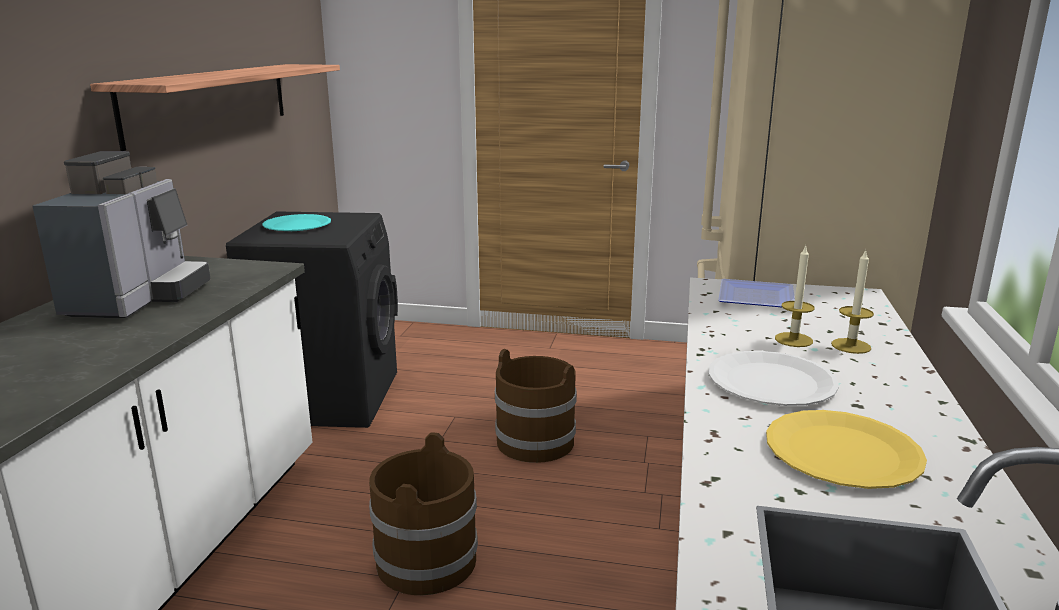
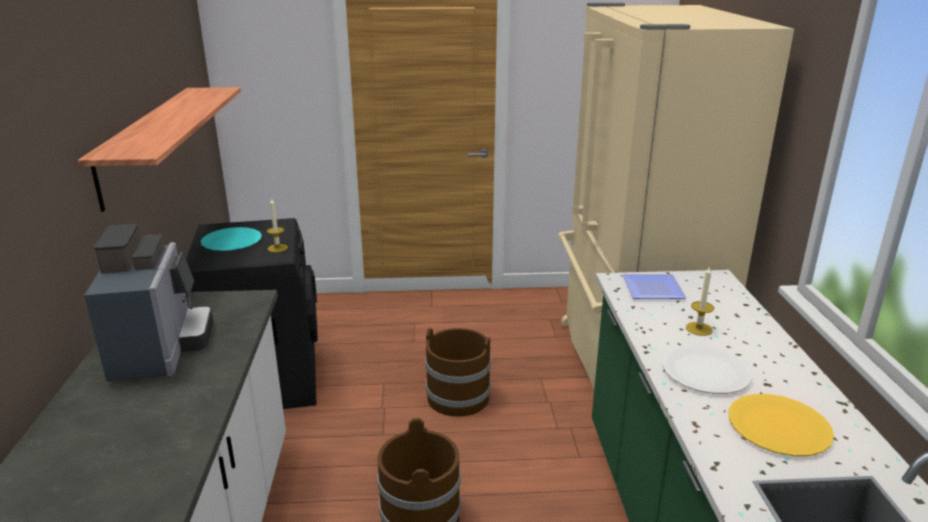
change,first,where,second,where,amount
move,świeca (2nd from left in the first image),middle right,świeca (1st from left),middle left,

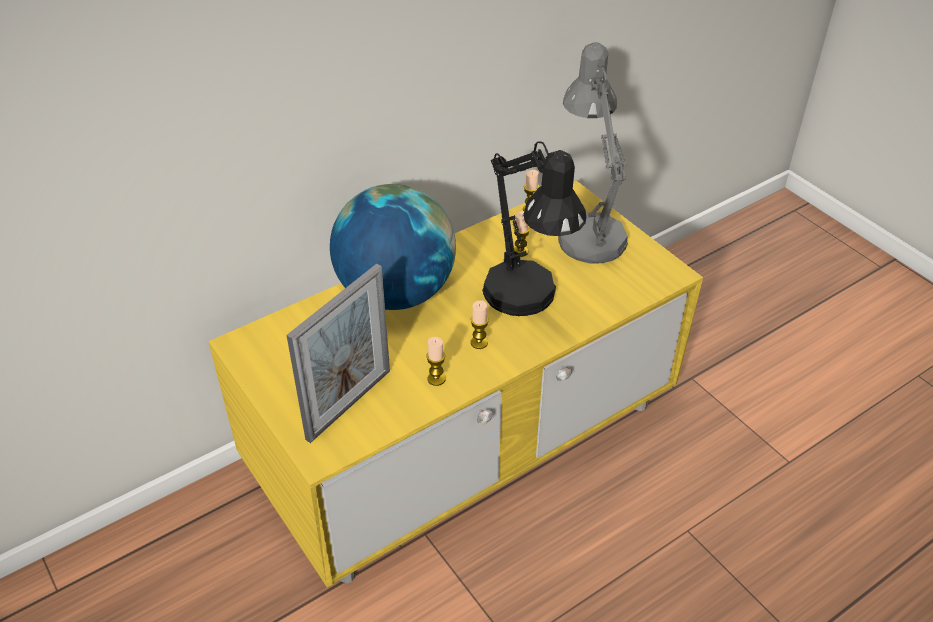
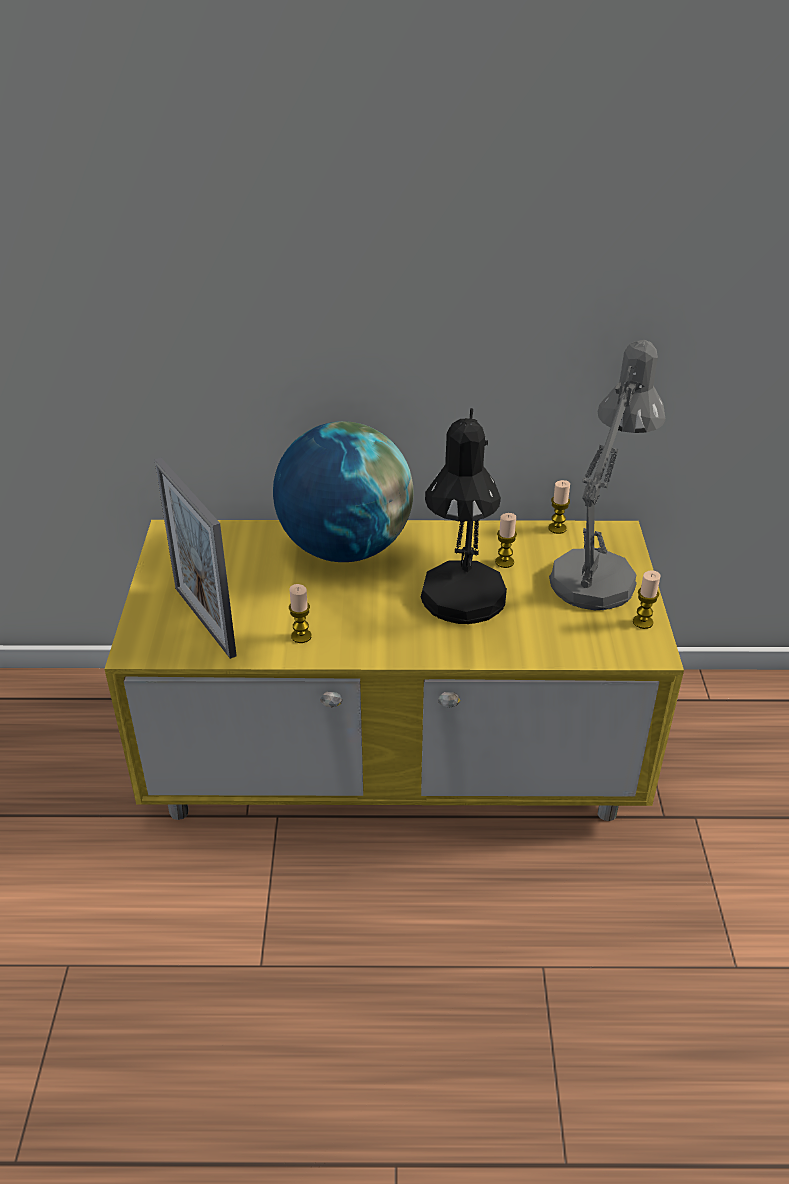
change,first,where,second,where,amount
move,świeca (2nd from left in the first image),centre,świeca (4th from left),middle right,
rotate,ramka na zdjęcie,centre,,middle left,75 degrees clockwise

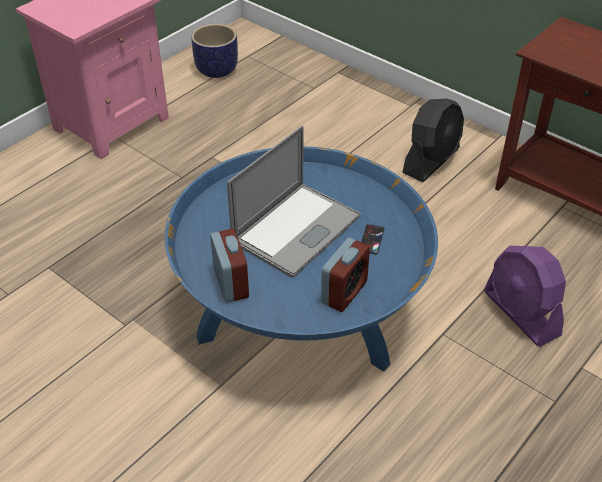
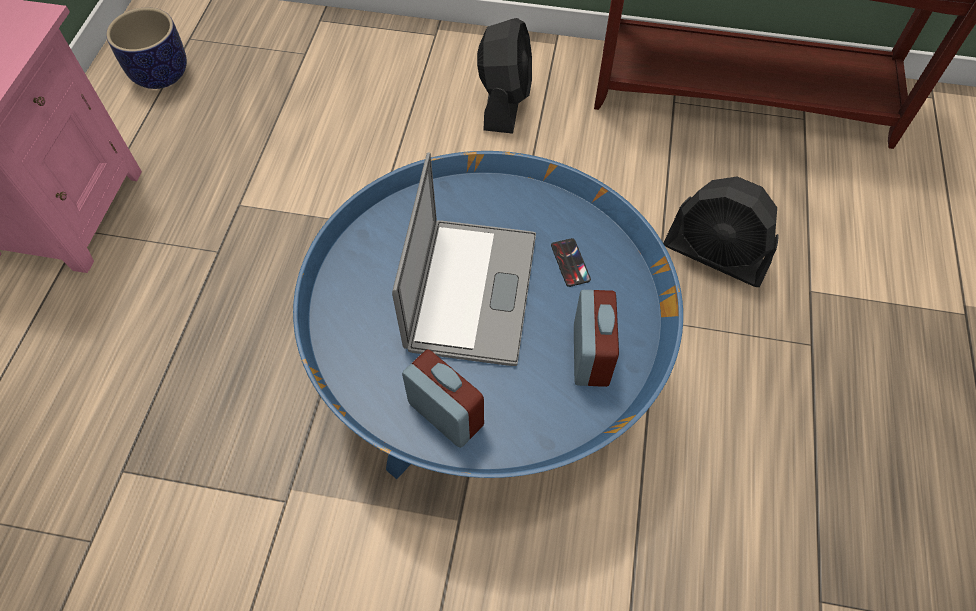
change,first,where,second,where,amount
recolor,wentylator/fioletowy,middle right,wentylator/czarny (2nd from left),middle right,

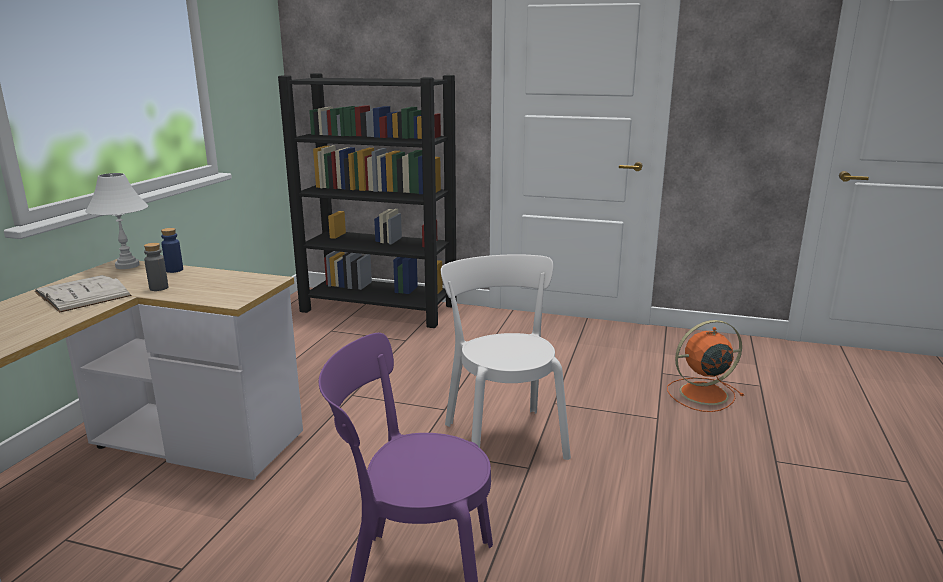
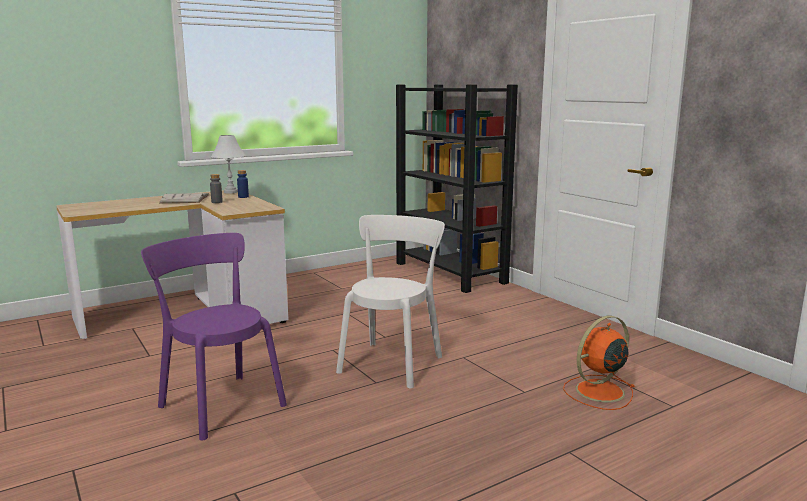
change,first,where,second,where,amount
rotate,wentylator/pomarańczowy,middle right,,bottom right,60 degrees counterclockwise

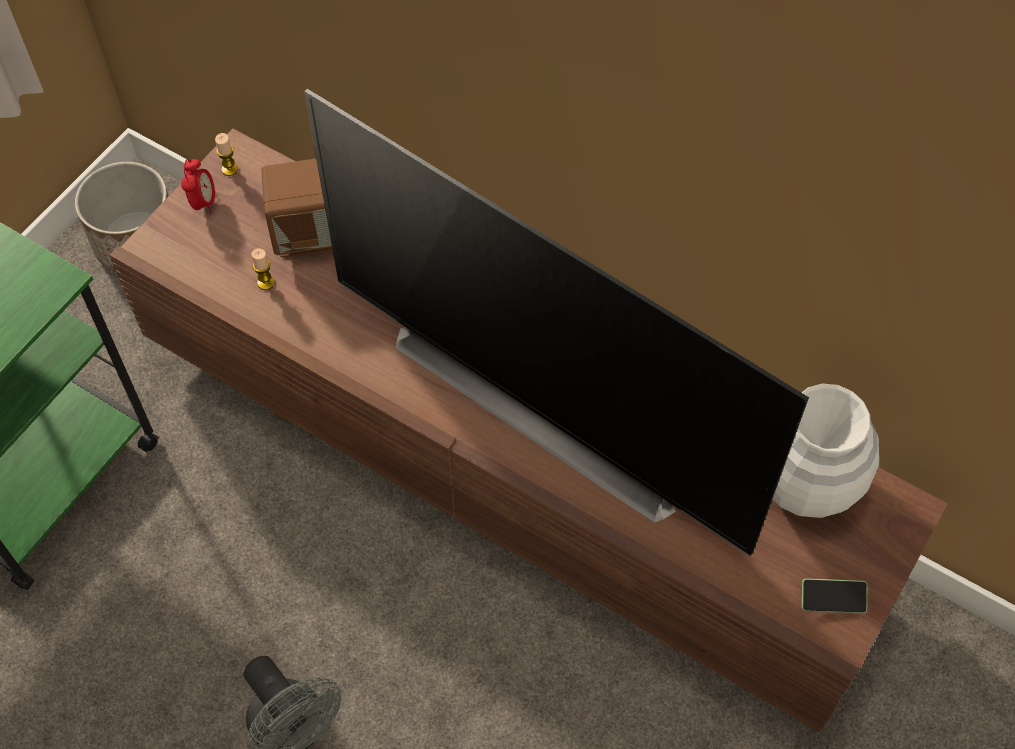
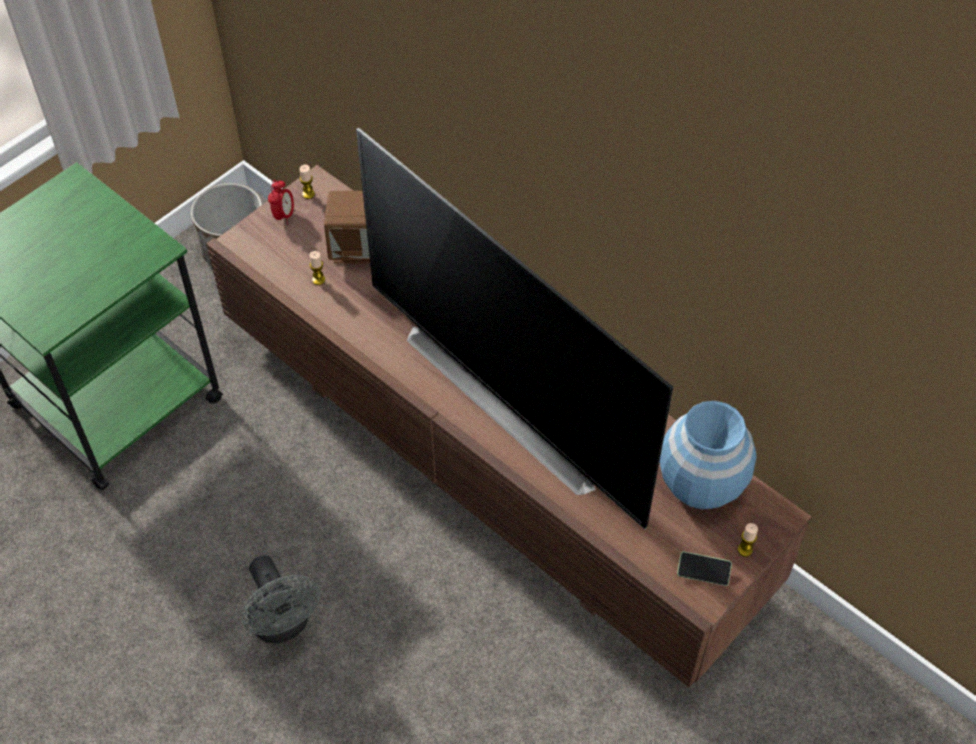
change,first,where,second,where,amount
insert,,,świeca (3rd from left),bottom right,
recolor,wazon/biały,middle right,wazon/niebieski,middle right,

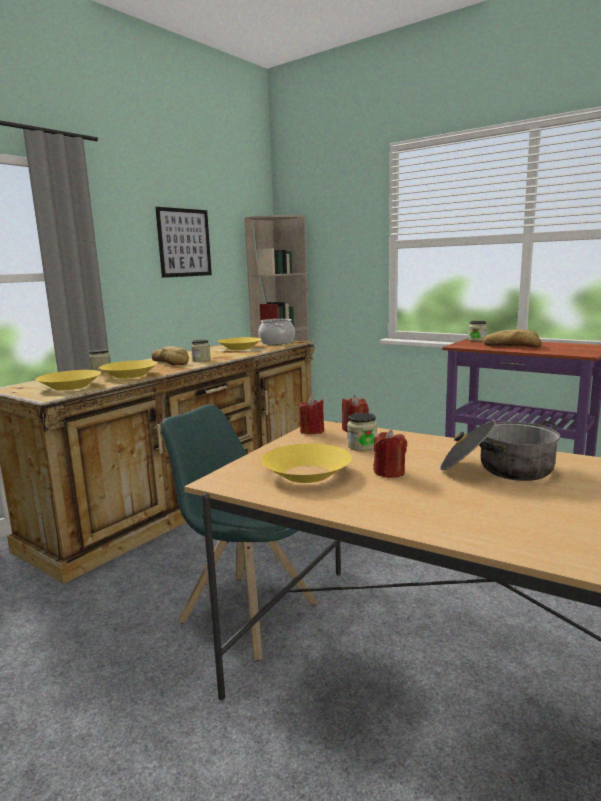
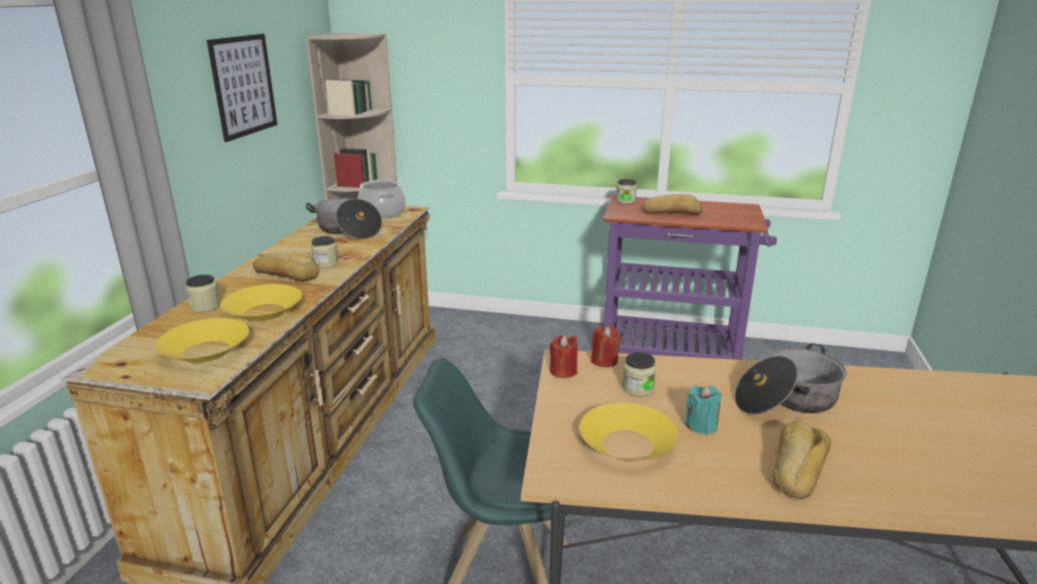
change,first,where,second,where,amount
insert,,,chleb (3rd from left),bottom right,
replace,miska/żółty (3rd from left),centre,garnek (1st from left),middle left,
recolor,świeca/czerwony (3rd from left),centre,świeca/turkusowy,bottom right,

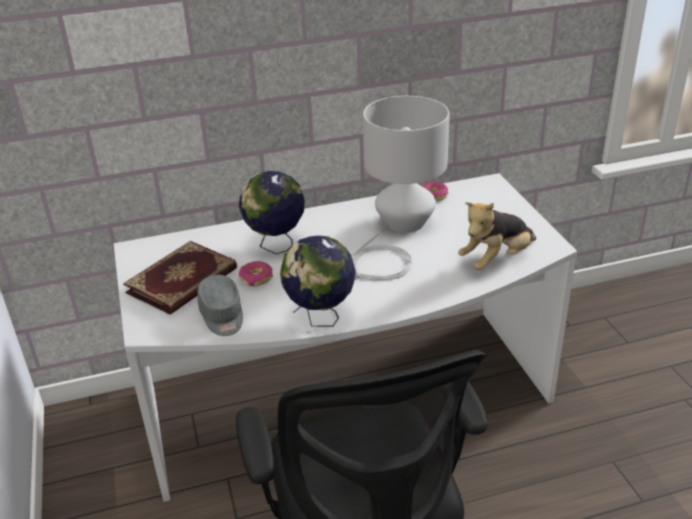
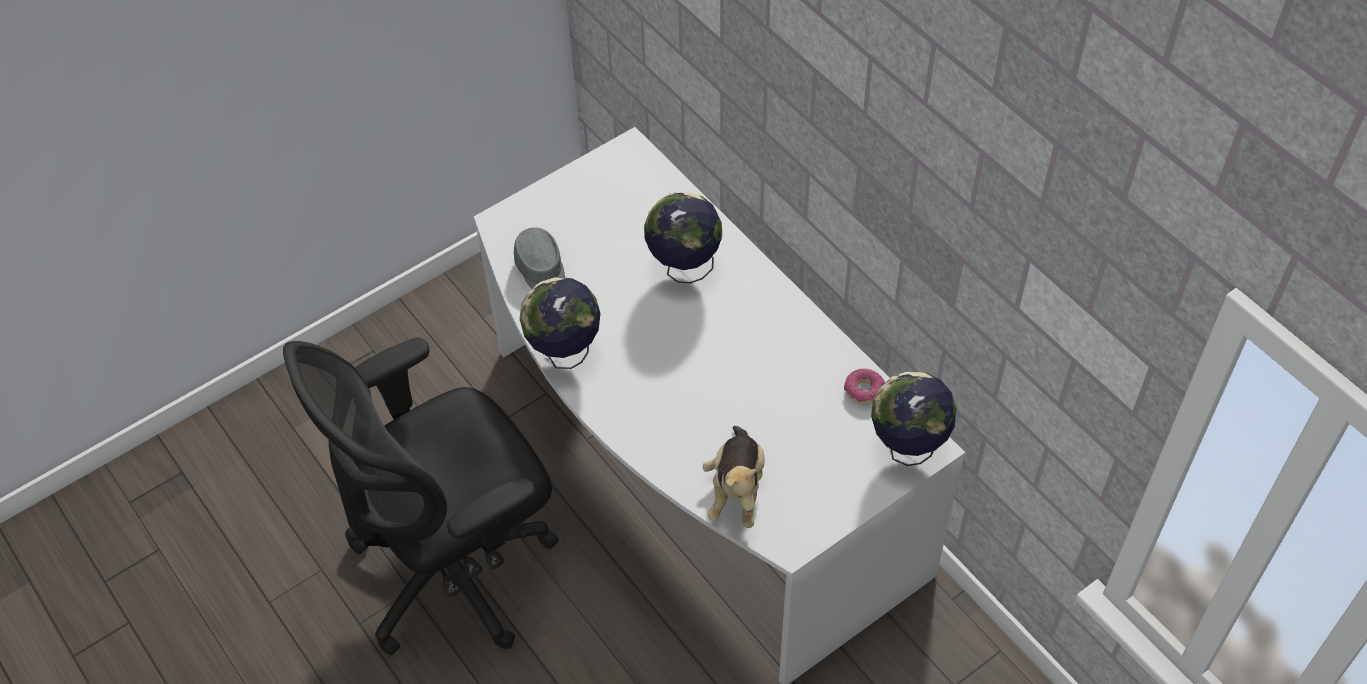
change,first,where,second,where,amount
delete,książka,middle left,,,
delete,donut (1st from left),centre,,,
delete,lampa stołowa/biały,centre,,,
insert,,,globus (3rd from left),middle right,
rotate,czapka z daszkiem/szary,middle left,,centre,75 degrees counterclockwise
rotate,pluszak,middle right,,bottom centre,120 degrees counterclockwise

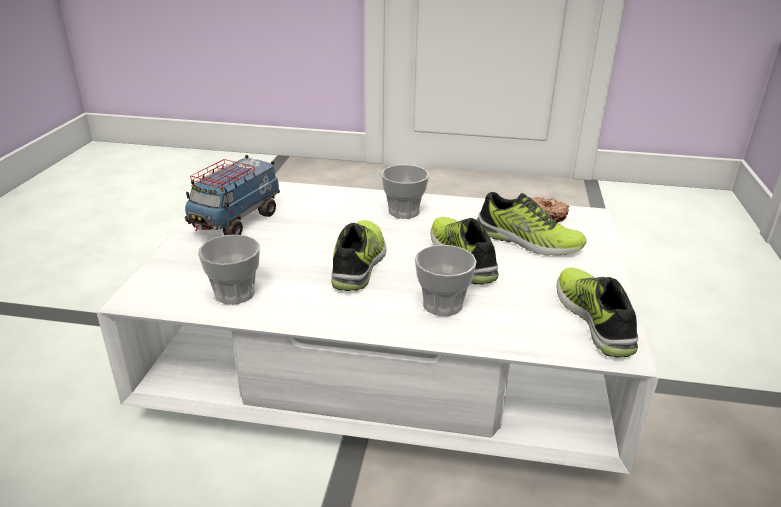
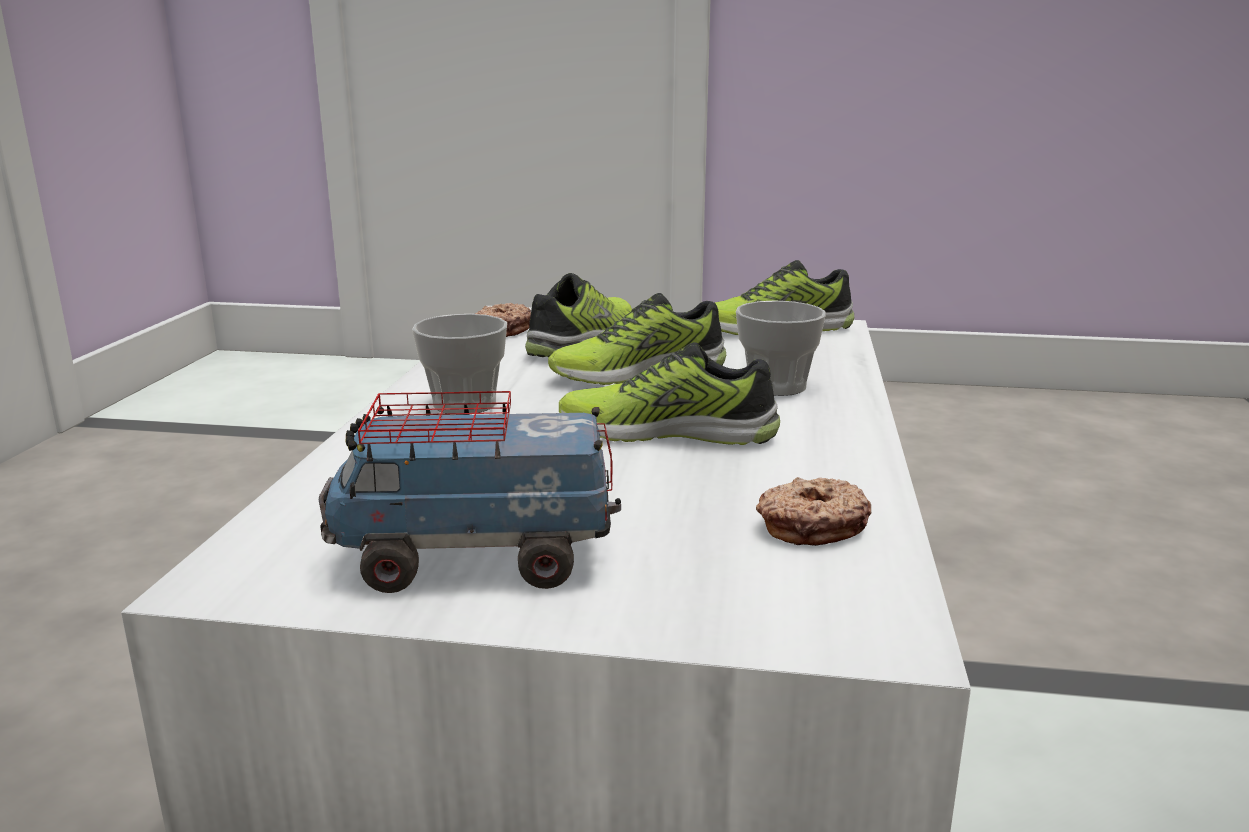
change,first,where,second,where,amount
replace,filiżanka (1st from left),middle left,donut (2nd from left),centre,
rotate,ciężarówka zabawkowa,middle left,,centre,150 degrees clockwise

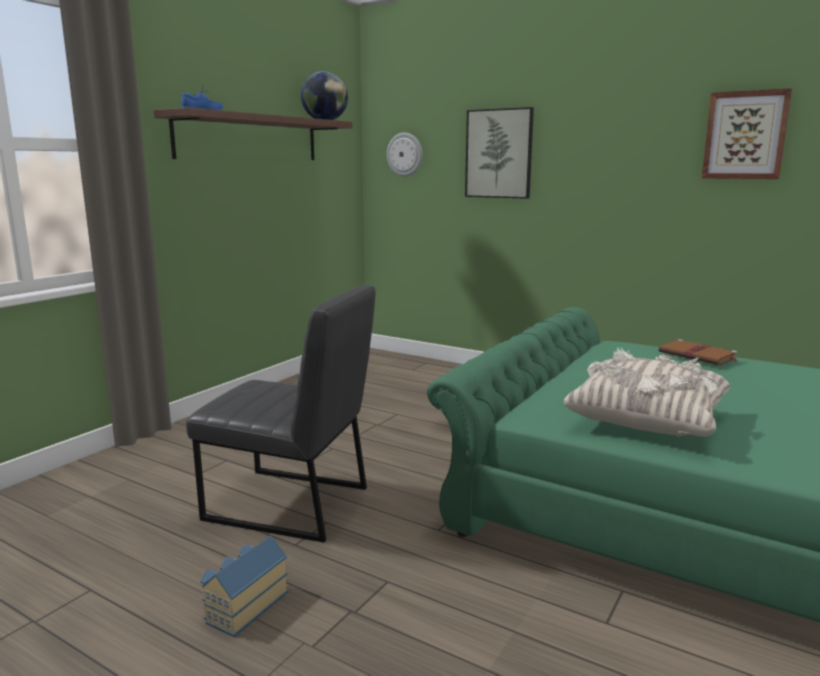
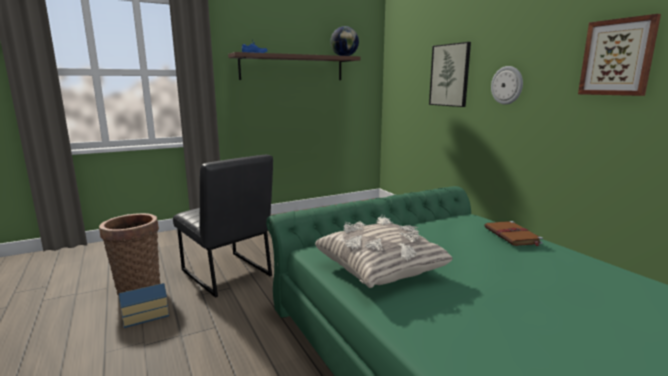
change,first,where,second,where,amount
insert,,,koszyk,bottom left,
move,zegar ścienny,top centre,,top right,

